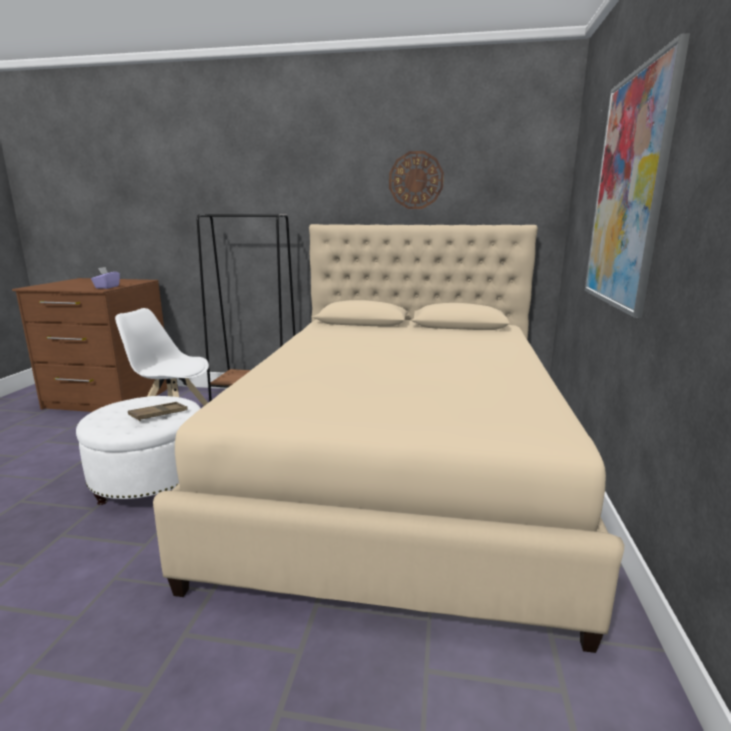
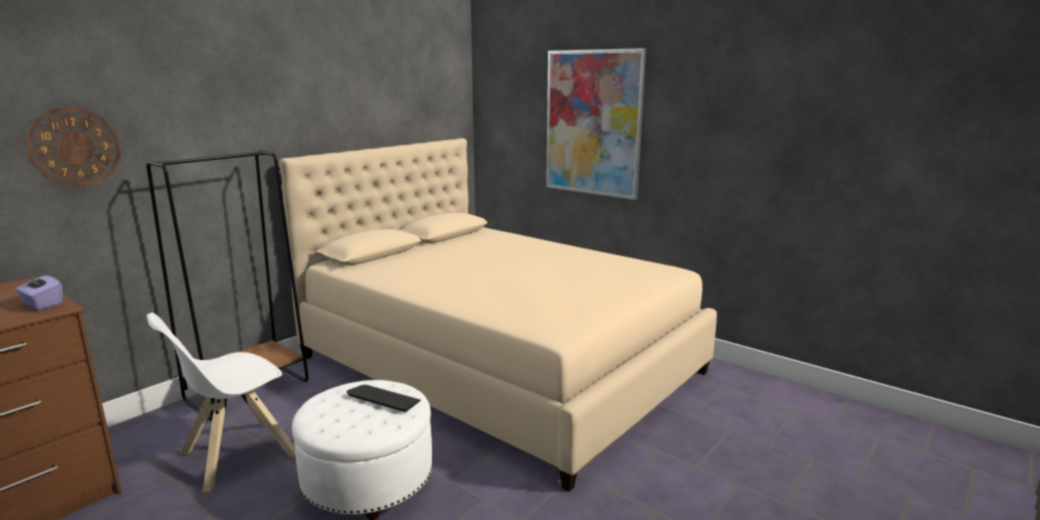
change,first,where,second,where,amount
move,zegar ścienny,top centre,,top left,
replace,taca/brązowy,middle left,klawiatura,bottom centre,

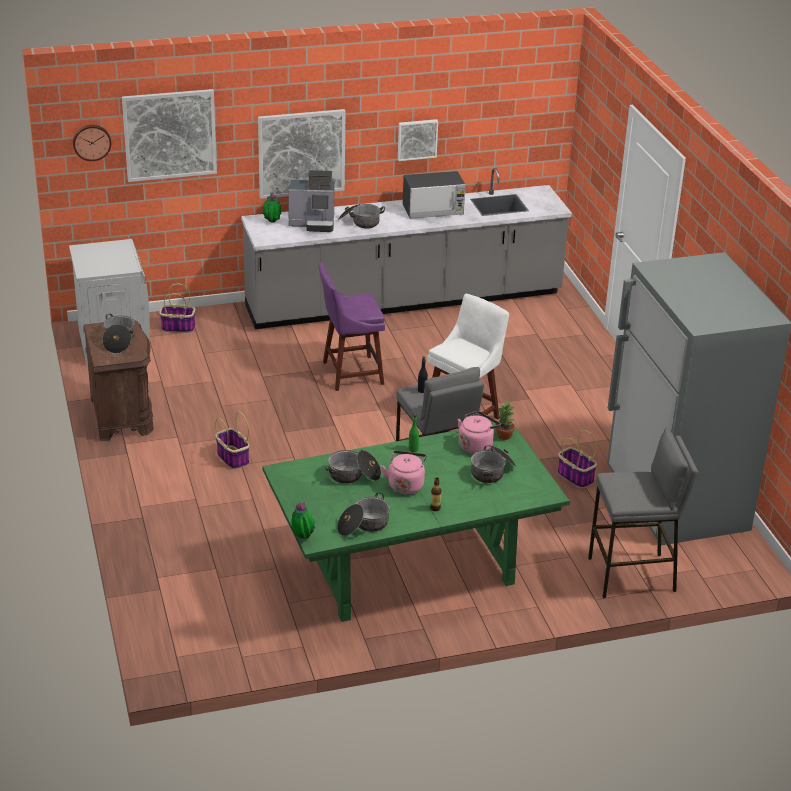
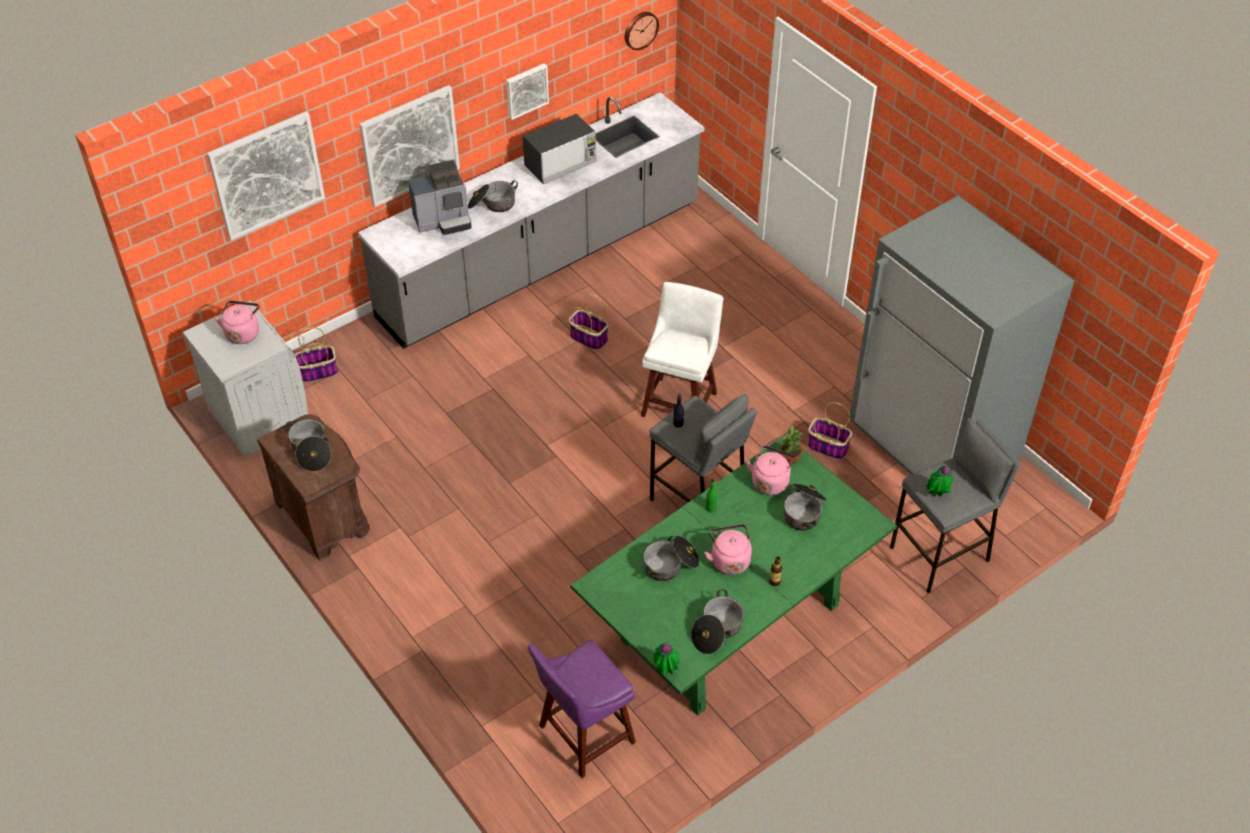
change,first,where,second,where,amount
insert,,,czajnik/różowy (1st from left),middle left,
move,zegar ścienny,top left,,top centre,
move,koszyk (2nd from left),middle left,,centre,
move,roślina doniczkowa (1st from left in the first image),top centre,roślina doniczkowa (3rd from left),middle right,
move,krzesło/fioletowy,centre,,bottom centre,

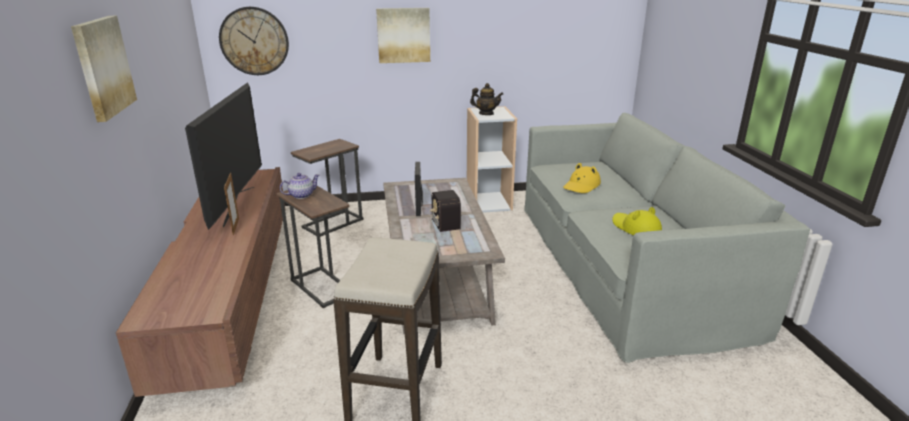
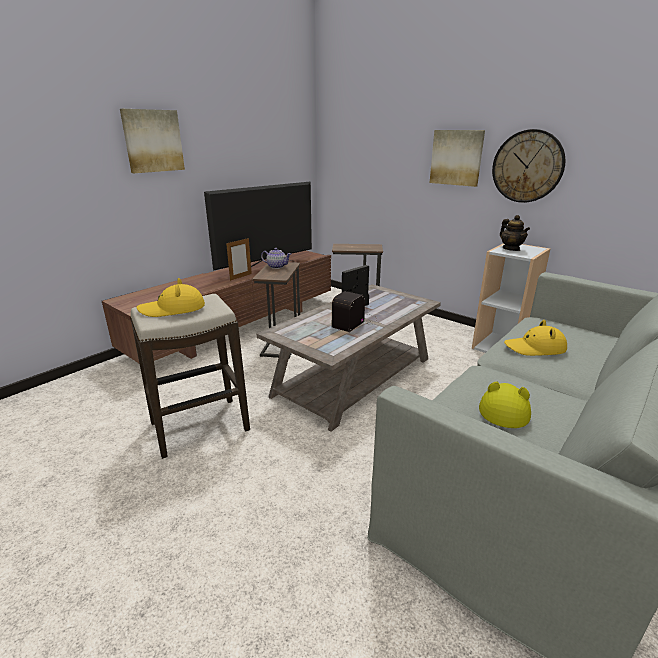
change,first,where,second,where,amount
insert,,,kapelusz/żółty (1st from left),middle left,
move,zegar ścienny,top left,,top right,

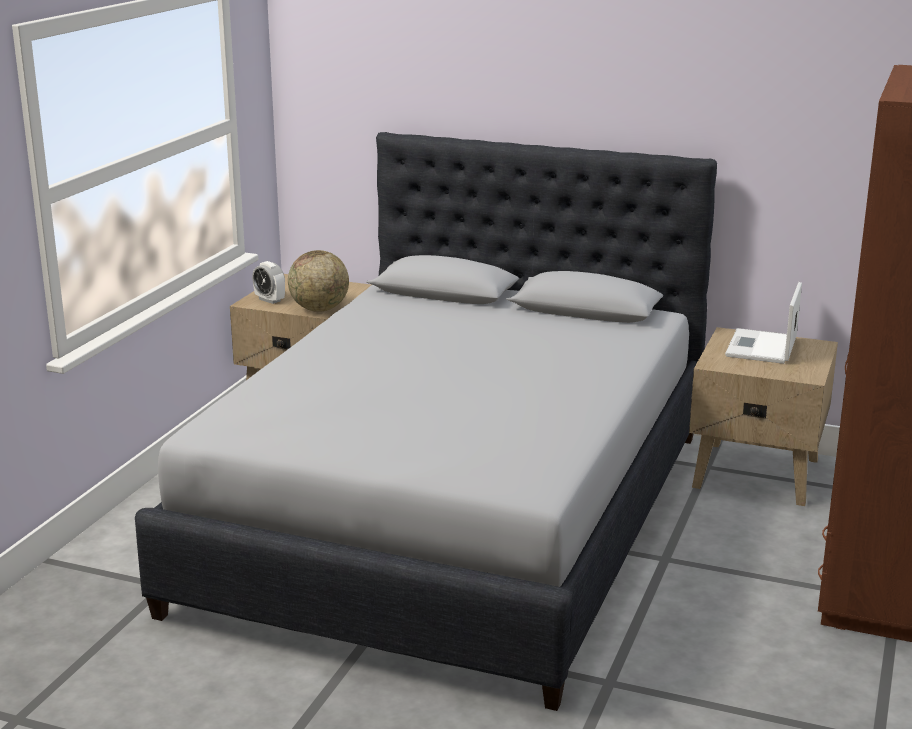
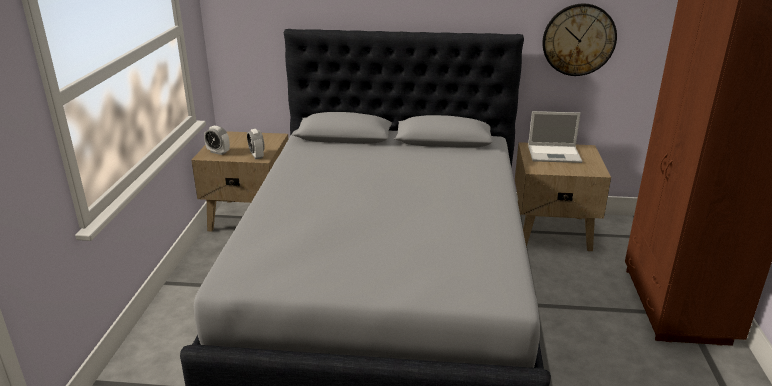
change,first,where,second,where,amount
insert,,,zegar ścienny,top right,
replace,globus,centre,budzik (2nd from left),middle left,
rotate,laptop,middle right,,middle right,90 degrees counterclockwise

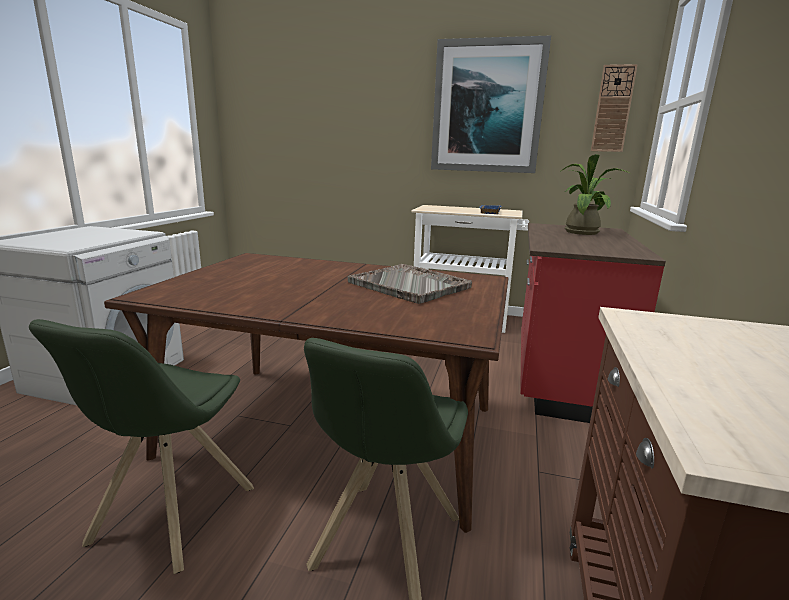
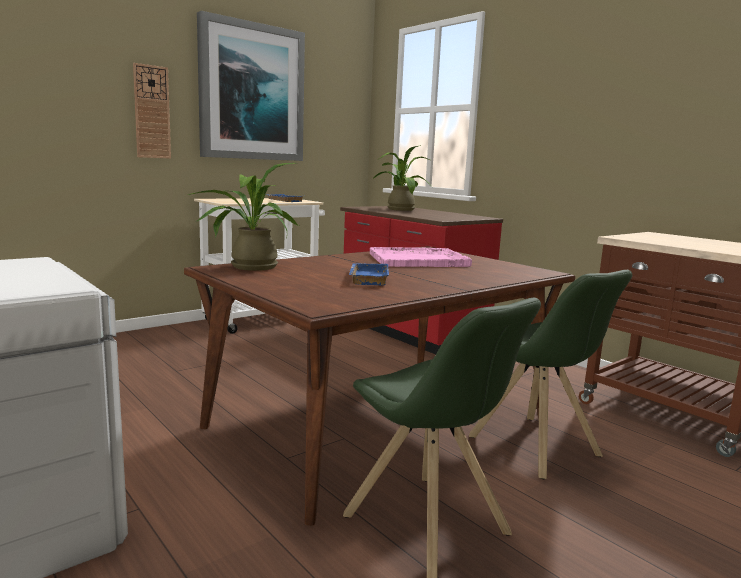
change,first,where,second,where,amount
insert,,,roślina doniczkowa (1st from left),middle left,
insert,,,taca/niebieski (2nd from left),centre,
move,zegar ścienny,top right,,top left,
recolor,taca/szary,centre,taca/różowy,centre,

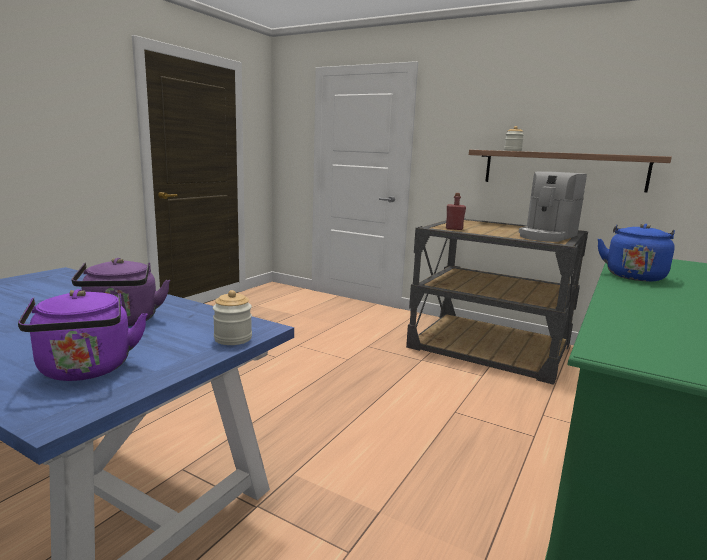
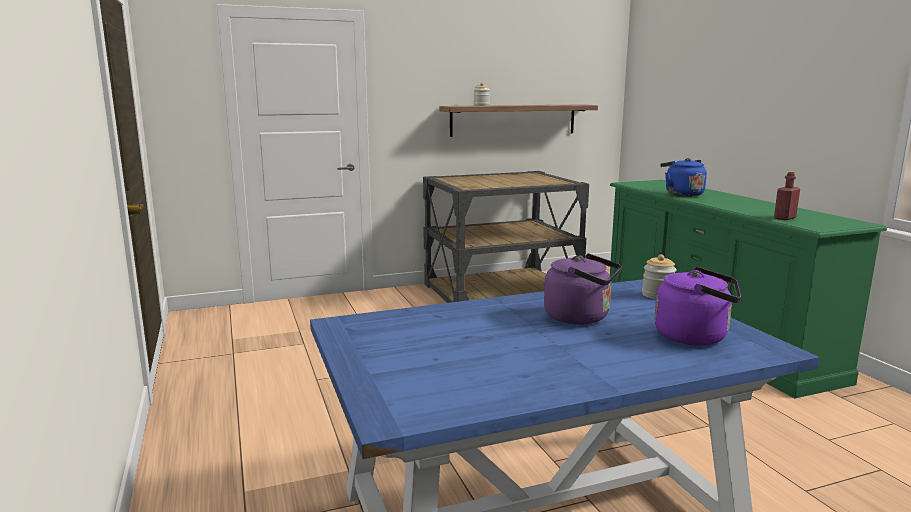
change,first,where,second,where,amount
delete,ekspres do kawy,middle right,,,
move,butelka/czerwony,centre,,middle right,

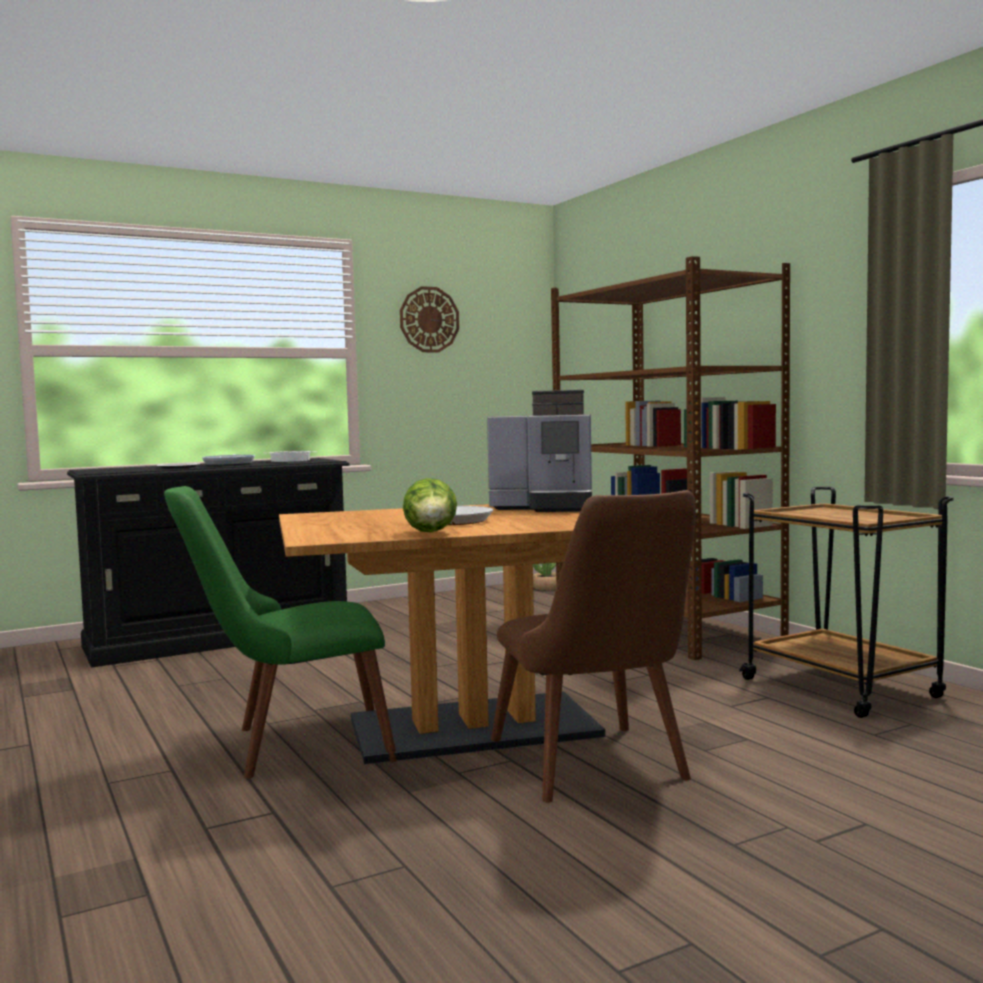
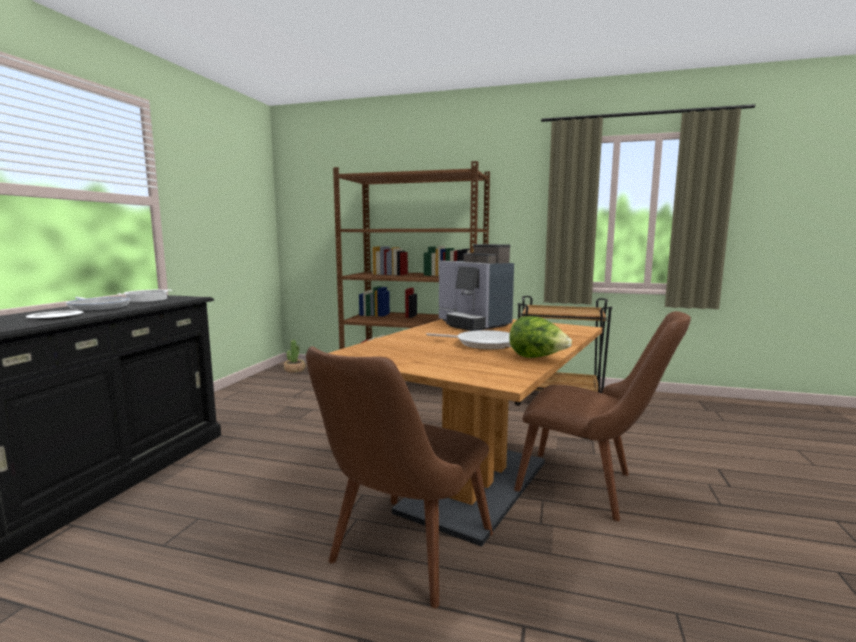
change,first,where,second,where,amount
delete,zegar ścienny,top centre,,,
recolor,krzesło/zielony,middle left,krzesło/brązowy (1st from left),bottom centre,
rotate,ekspres do kawy,centre,,centre,90 degrees clockwise

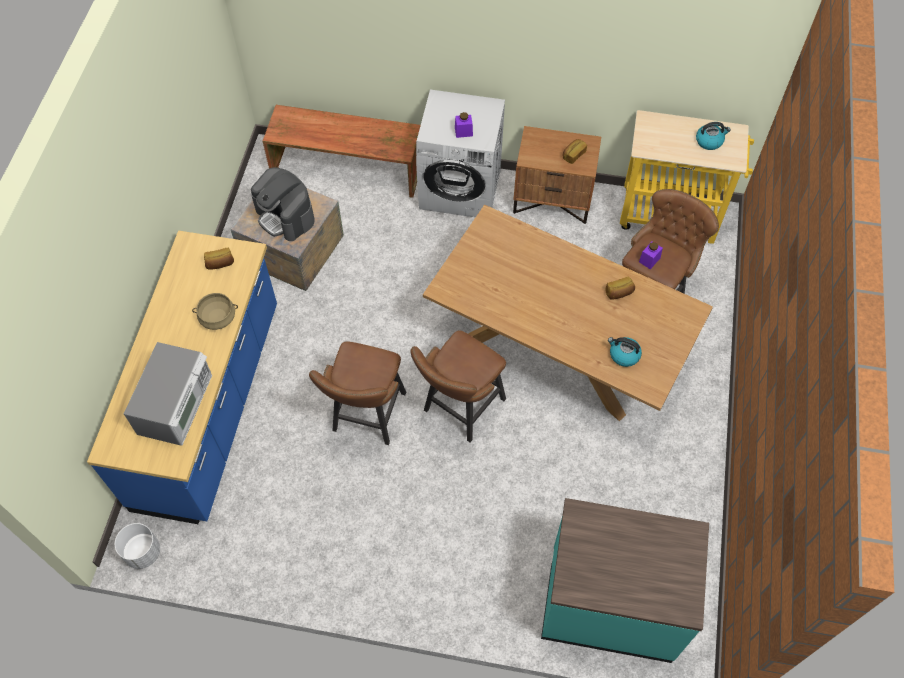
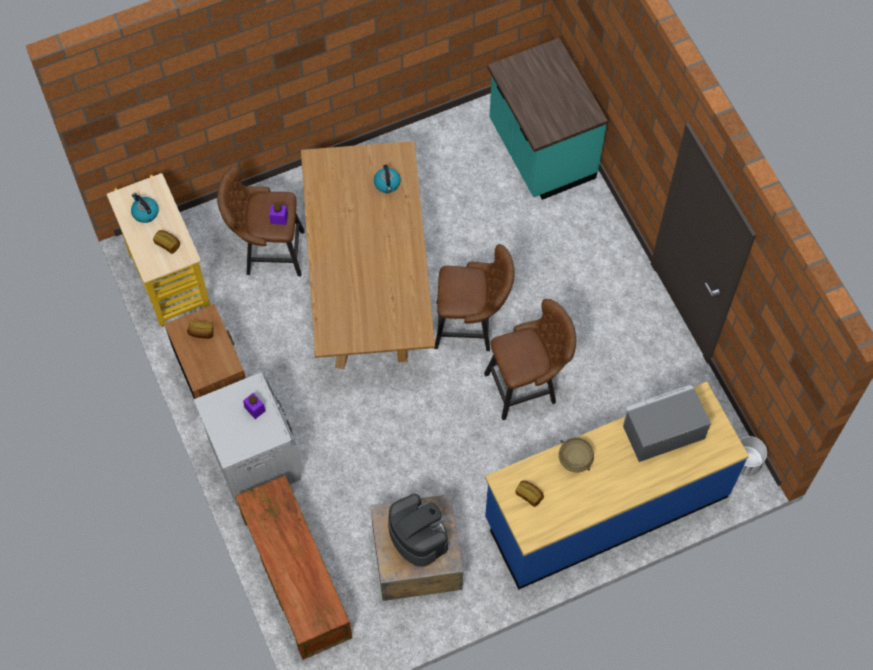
change,first,where,second,where,amount
move,chleb (3rd from left in the first image),middle right,chleb (1st from left),middle left,
rotate,ekspres do kawy,top left,,bottom centre,45 degrees counterclockwise

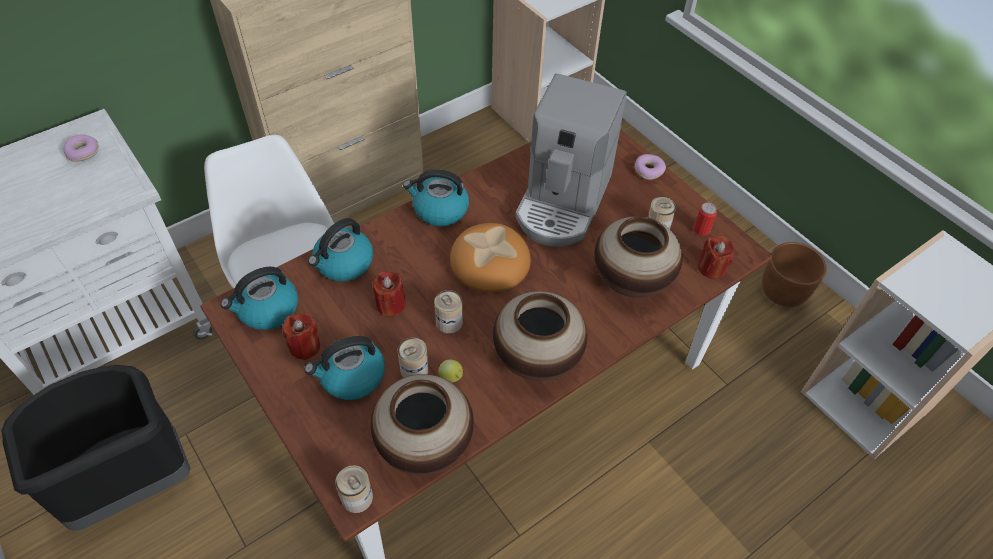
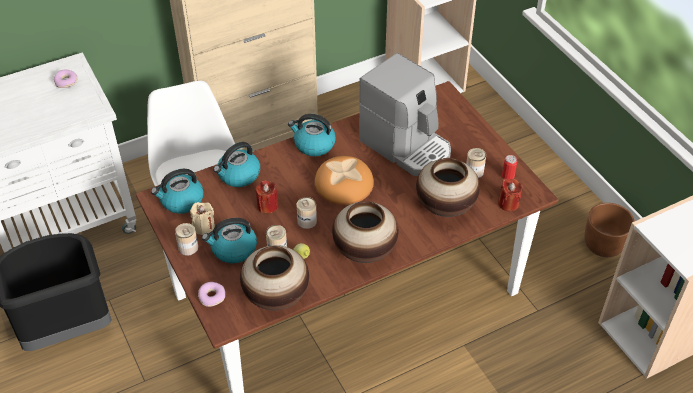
change,first,where,second,where,amount
move,puszka (1st from left),bottom centre,,middle left,
move,donut (2nd from left),top centre,,bottom left,
recolor,świeca/czerwony (1st from left),middle left,świeca/beżowy,middle left,
rotate,ekspres do kawy,top centre,,top centre,75 degrees counterclockwise

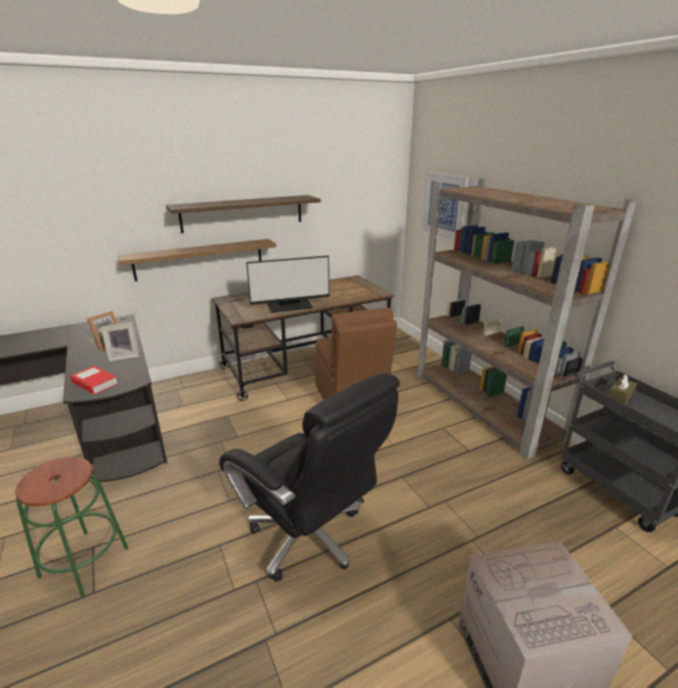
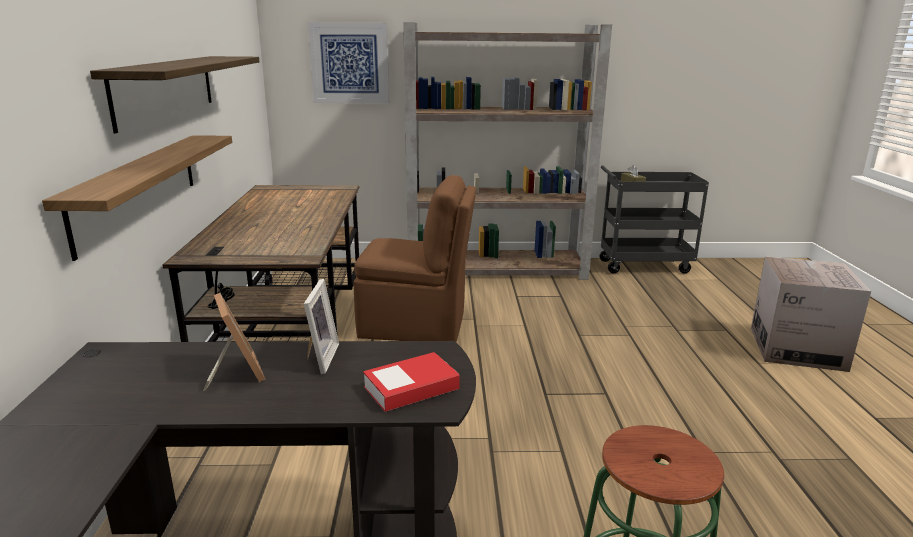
change,first,where,second,where,amount
delete,krzesło biurowe/czarny,bottom centre,,,
delete,monitor,centre,,,

